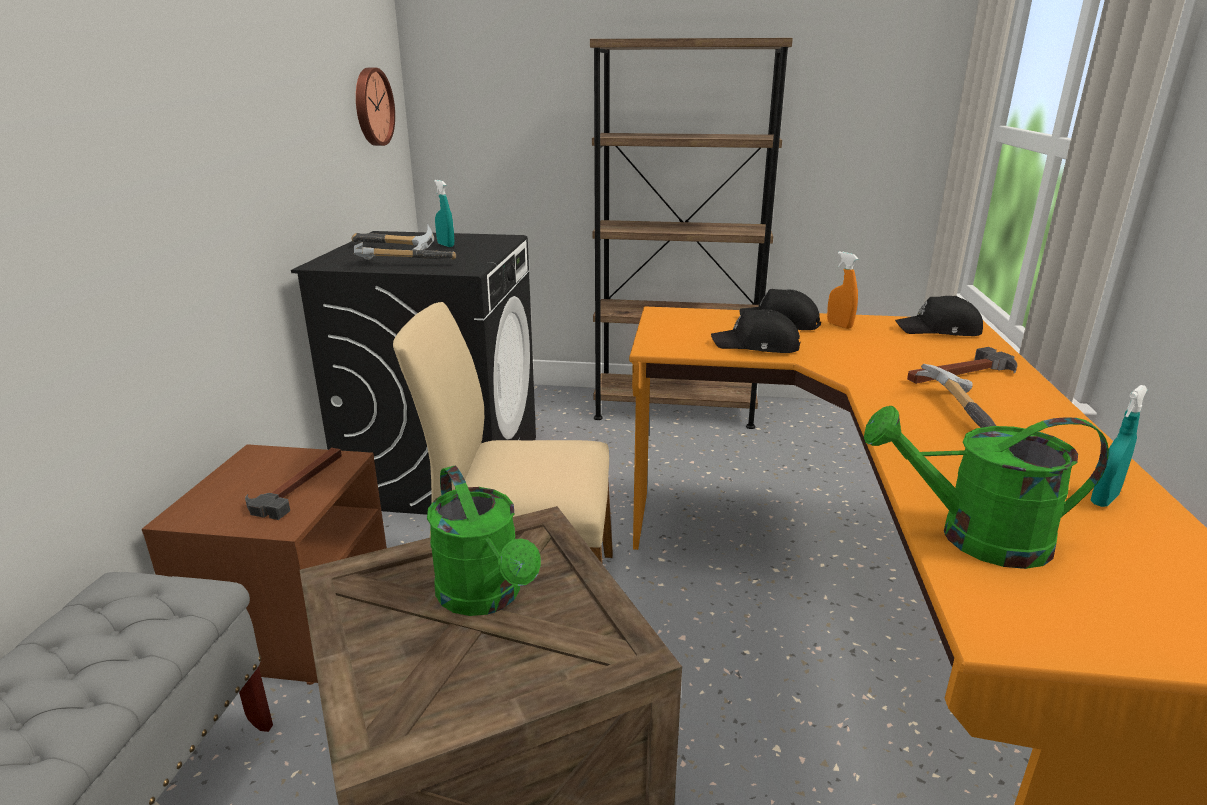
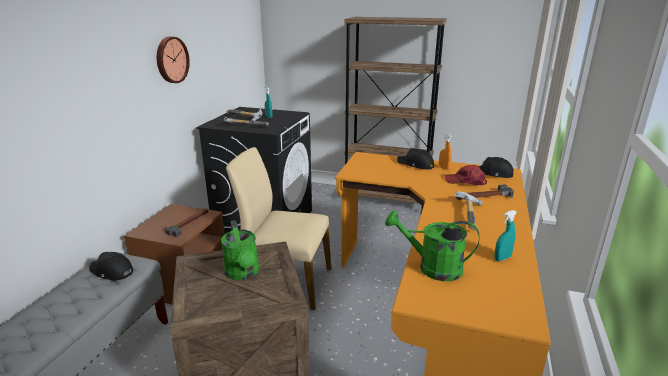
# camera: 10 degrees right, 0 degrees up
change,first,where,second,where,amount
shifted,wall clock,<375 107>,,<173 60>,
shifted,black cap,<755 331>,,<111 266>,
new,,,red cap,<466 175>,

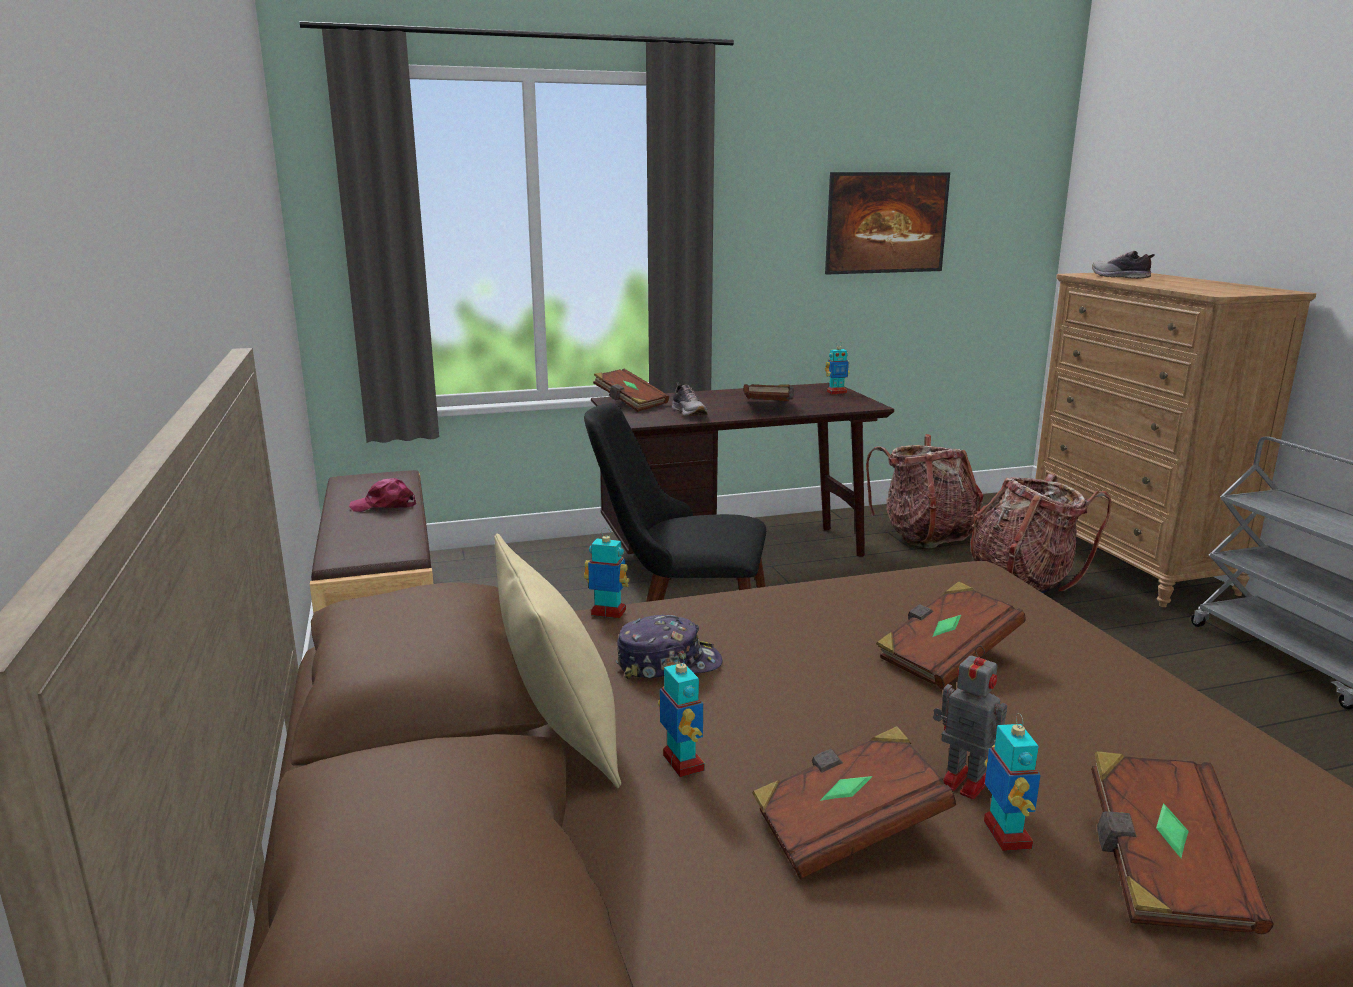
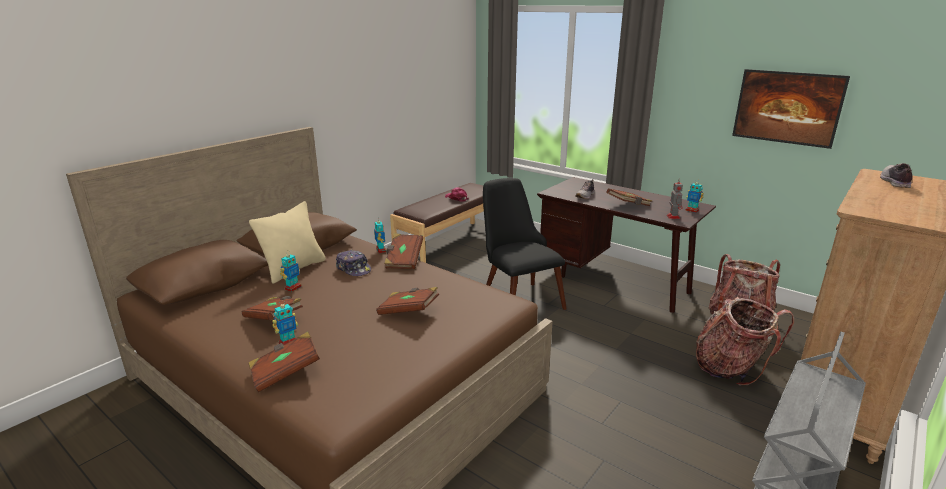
# camera: 55 degrees right, 5 degrees up
change,first,where,second,where,amount
shifted,brown book,<631 390>,,<403 251>,
shifted,toy robot,<970 722>,,<675 199>,

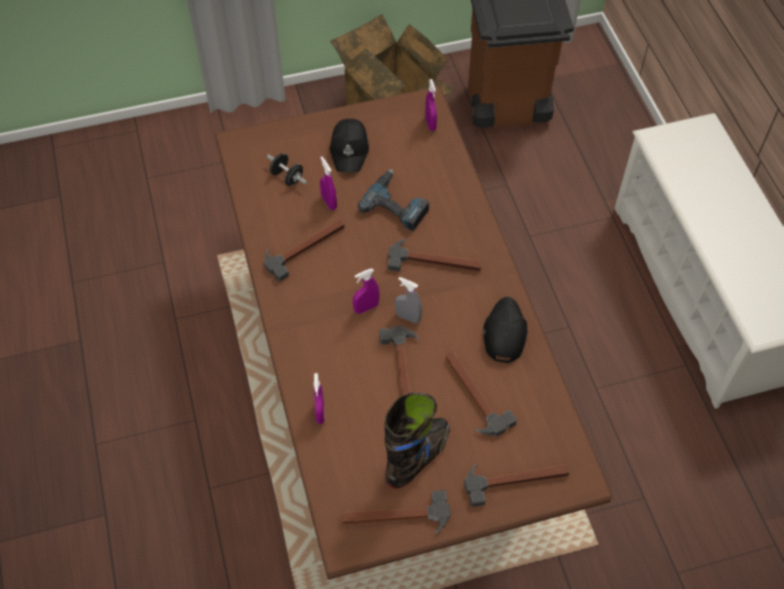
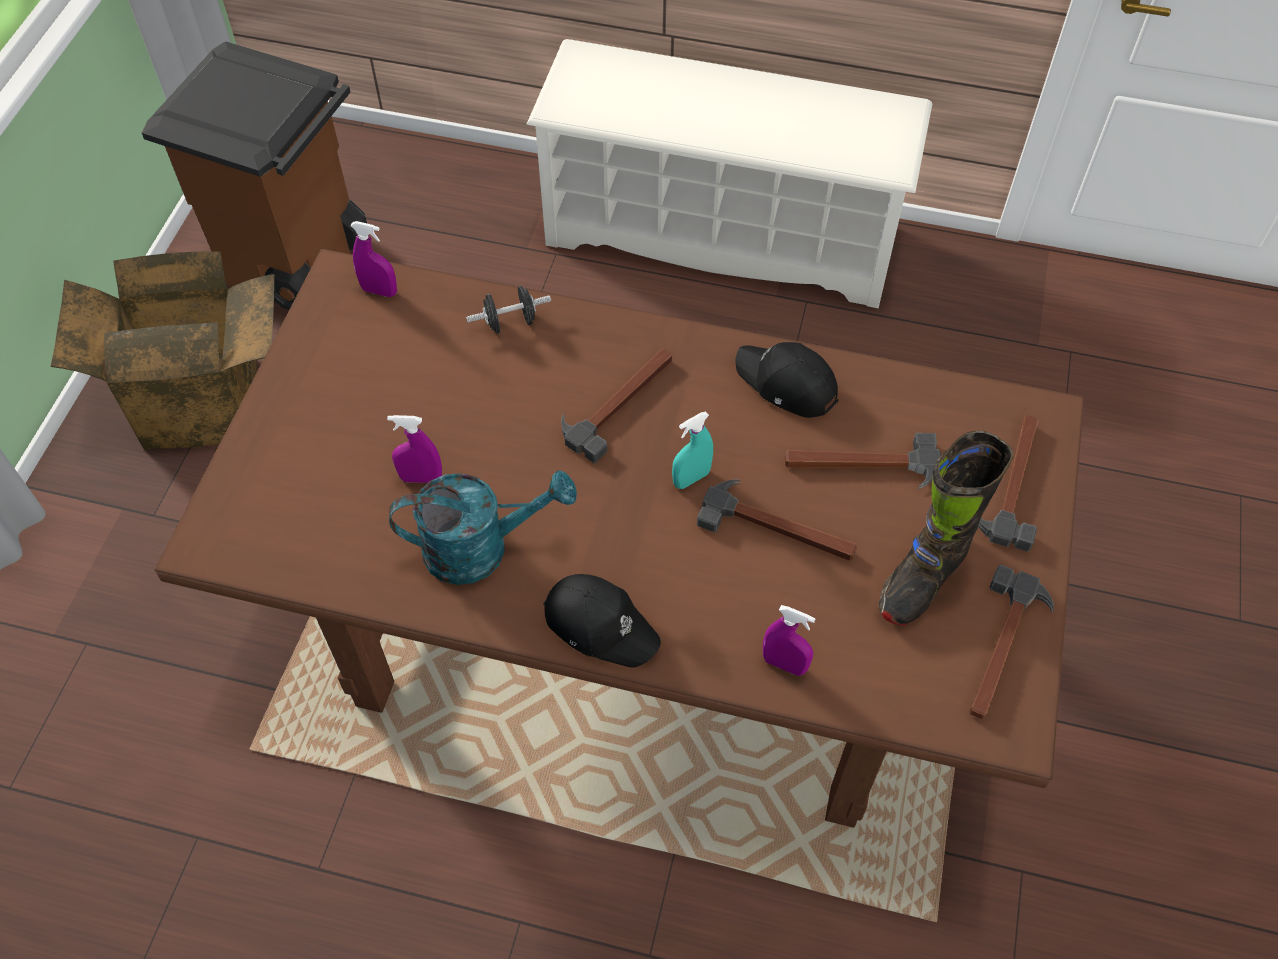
# camera: 60 degrees left, 0 degrees up
change,first,where,second,where,amount
shifted,black cap,<349 146>,,<602 621>,
shifted,black dumbbell,<287 169>,,<508 309>,
gone,power drill,<394 200>,,,
swapped,hammer,<304 250>,turquoise watering can,<483 527>,
gone,purple spray bottle,<366 291>,,,
repainted,grey spray bottle,<408 300>,turquoise spray bottle,<692 450>,
rotated,black boot,<417 440>,,<946 528>,120 degrees counterclockwise

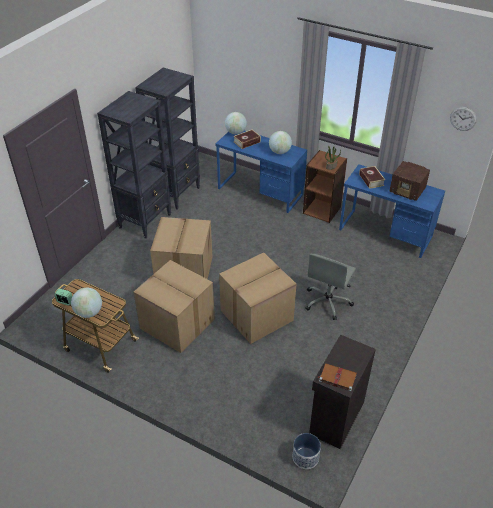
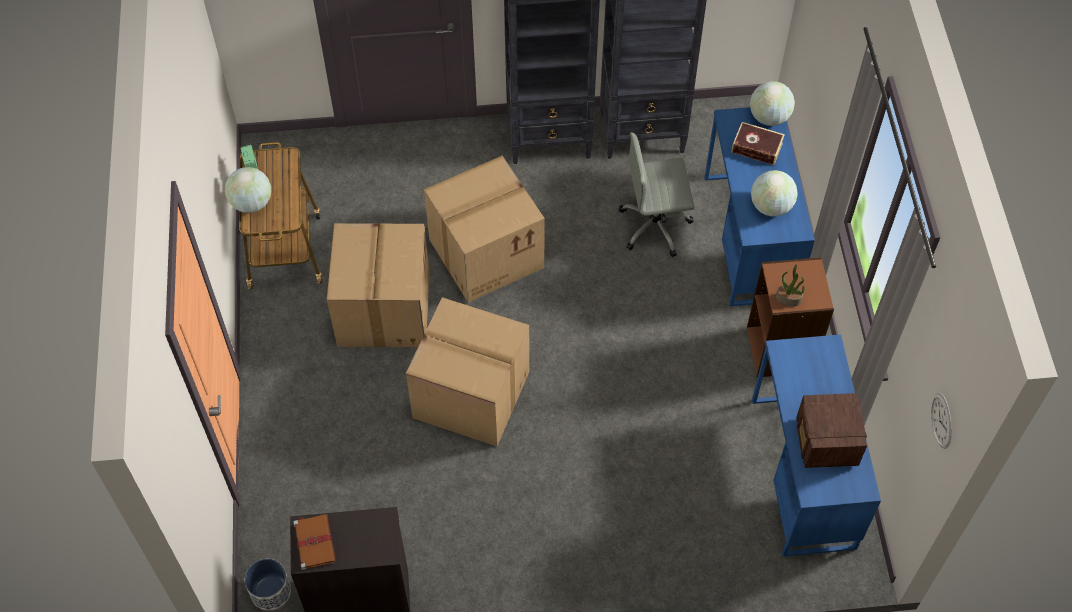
# camera: 55 degrees right, 15 degrees up
change,first,where,second,where,amount
gone,book,<372 177>,,,
shifted,grey office chair,<330 287>,,<656 194>,

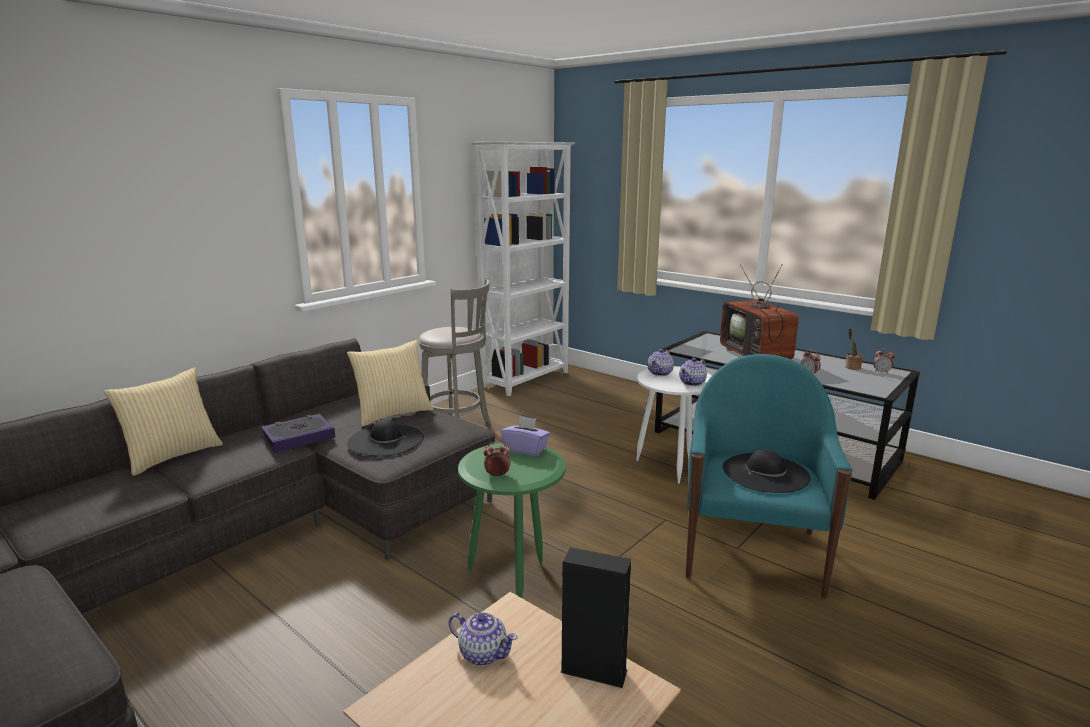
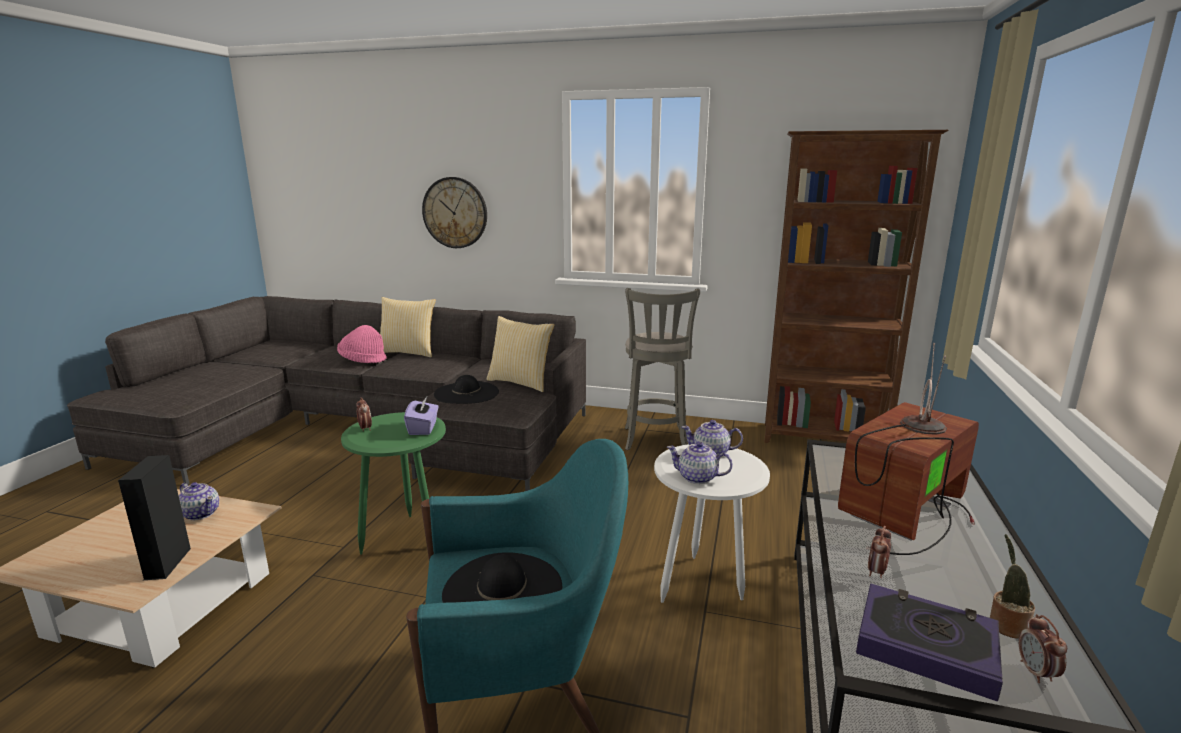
# camera: 65 degrees right, 0 degrees up
change,first,where,second,where,amount
repainted,white bookcase,<523 269>,brown bookcase,<856 286>,
shifted,book,<298 433>,,<929 642>,
rotated,teapot,<483 639>,,<199 501>,60 degrees counterclockwise
new,,,wall clock,<454 212>,
new,,,pink hat,<362 344>,

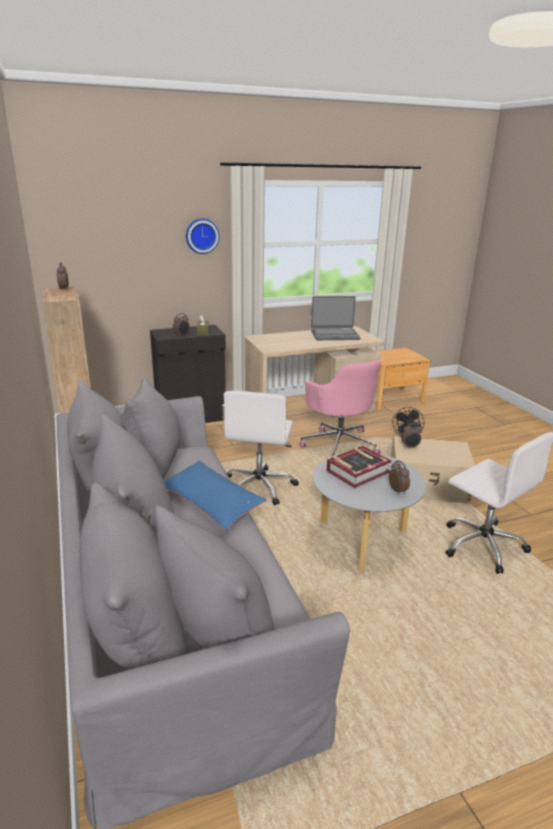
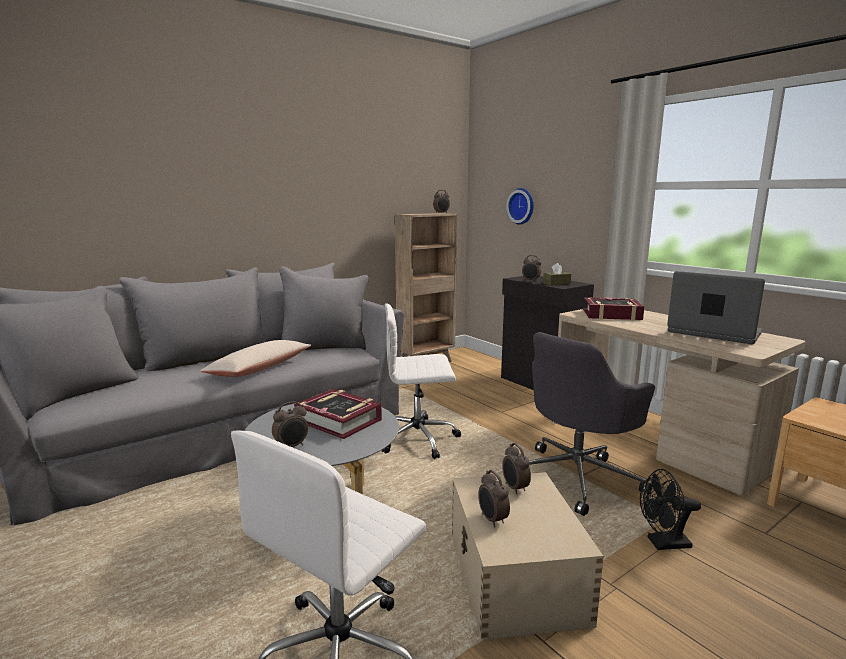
# camera: 75 degrees right, 10 degrees down
change,first,where,second,where,amount
shifted,wall clock,<202 236>,,<520 206>,
rotated,laptop,<335 318>,,<716 307>,150 degrees clockwise
repainted,pink office chair,<340 408>,grey office chair,<592 424>,
repainted,blue pillow,<215 495>,beige pillow,<255 358>,
new,,,book,<613 309>,
new,,,alarm clock,<494 498>,

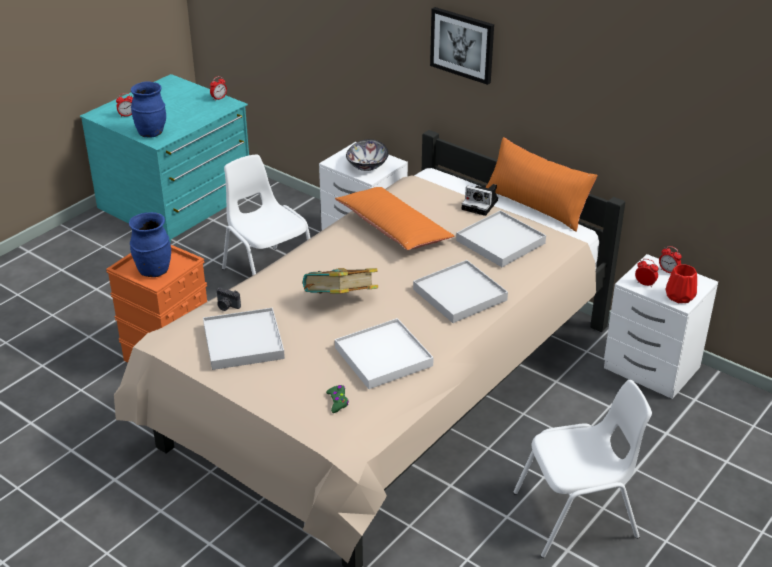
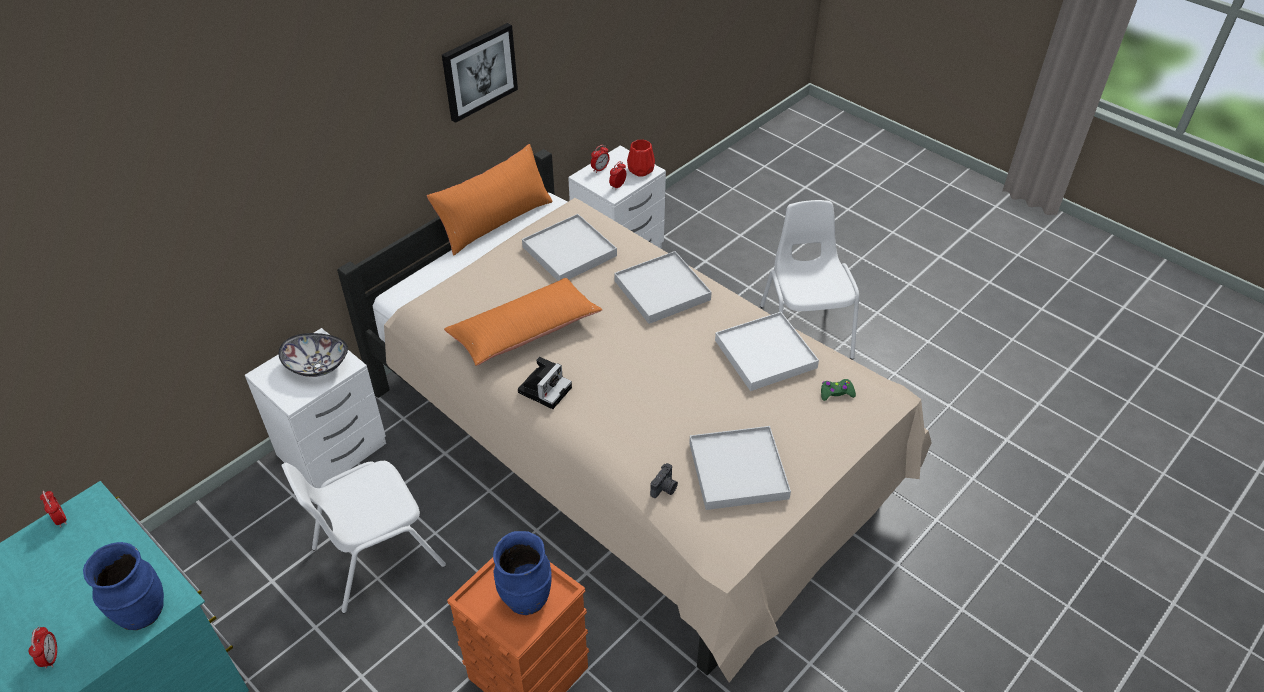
# camera: 85 degrees left, 10 degrees up
change,first,where,second,where,amount
shifted,picture,<462 46>,,<480 73>,
shifted,photo camera,<480 200>,,<545 383>,
gone,book,<340 281>,,,

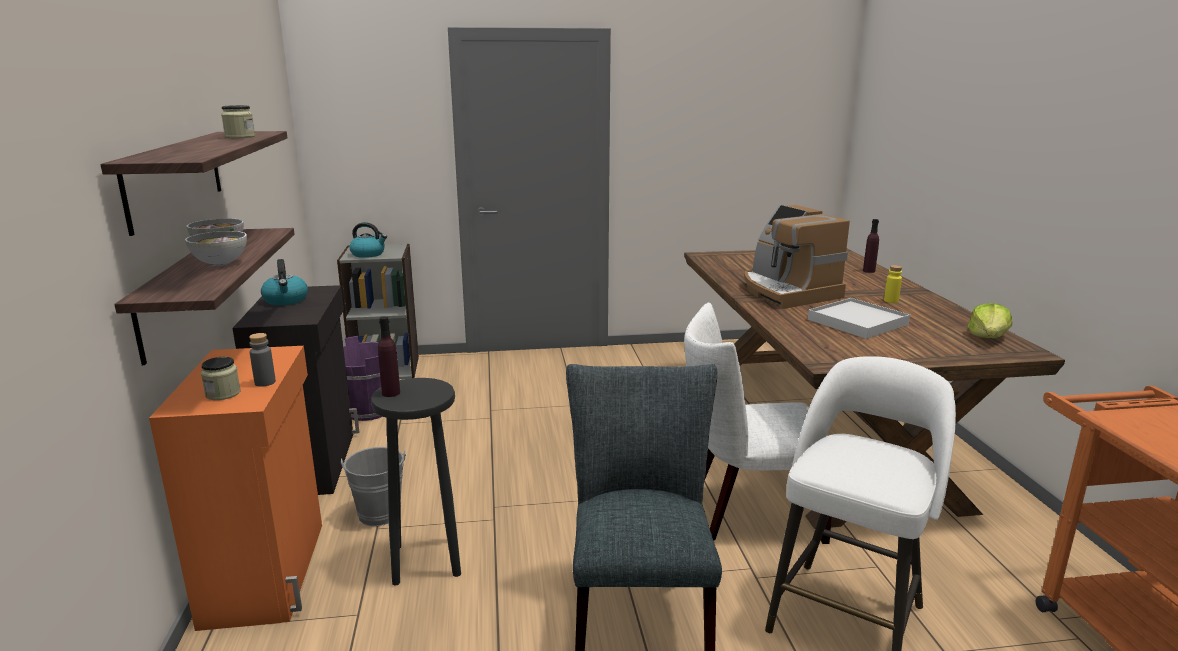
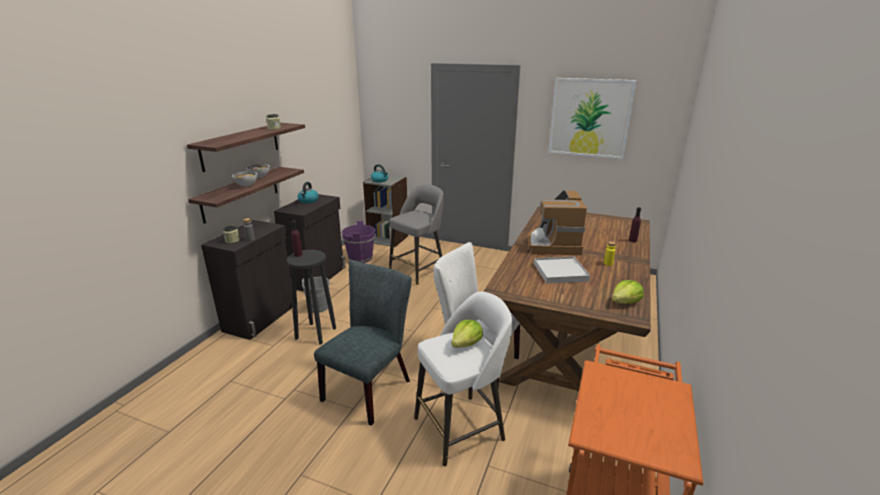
# camera: 30 degrees right, 5 degrees up
change,first,where,second,where,amount
repainted,orange cabinet,<235 488>,black cabinet,<247 280>,
new,,,picture,<592 118>,
new,,,grey stool,<416 234>,
new,,,lettuce,<467 334>,

